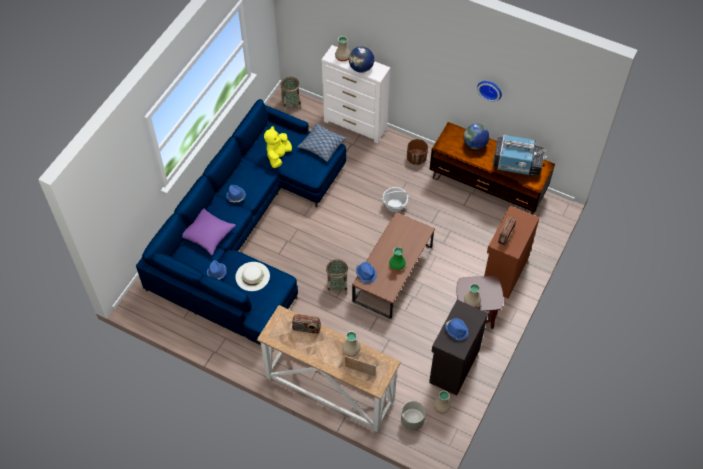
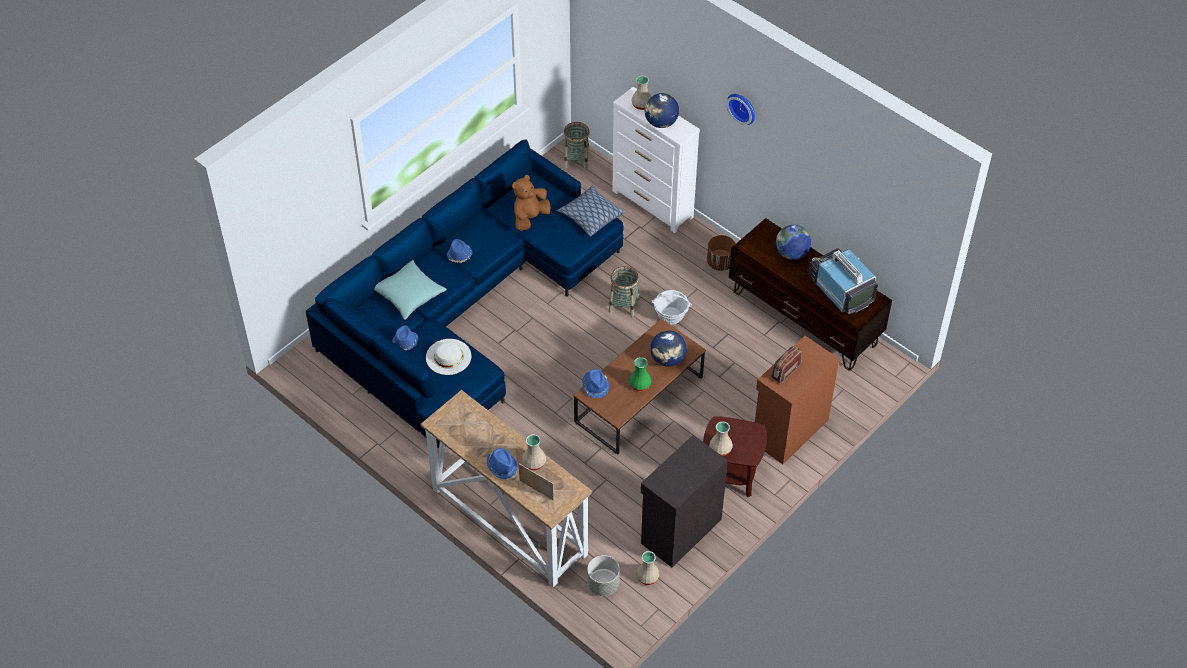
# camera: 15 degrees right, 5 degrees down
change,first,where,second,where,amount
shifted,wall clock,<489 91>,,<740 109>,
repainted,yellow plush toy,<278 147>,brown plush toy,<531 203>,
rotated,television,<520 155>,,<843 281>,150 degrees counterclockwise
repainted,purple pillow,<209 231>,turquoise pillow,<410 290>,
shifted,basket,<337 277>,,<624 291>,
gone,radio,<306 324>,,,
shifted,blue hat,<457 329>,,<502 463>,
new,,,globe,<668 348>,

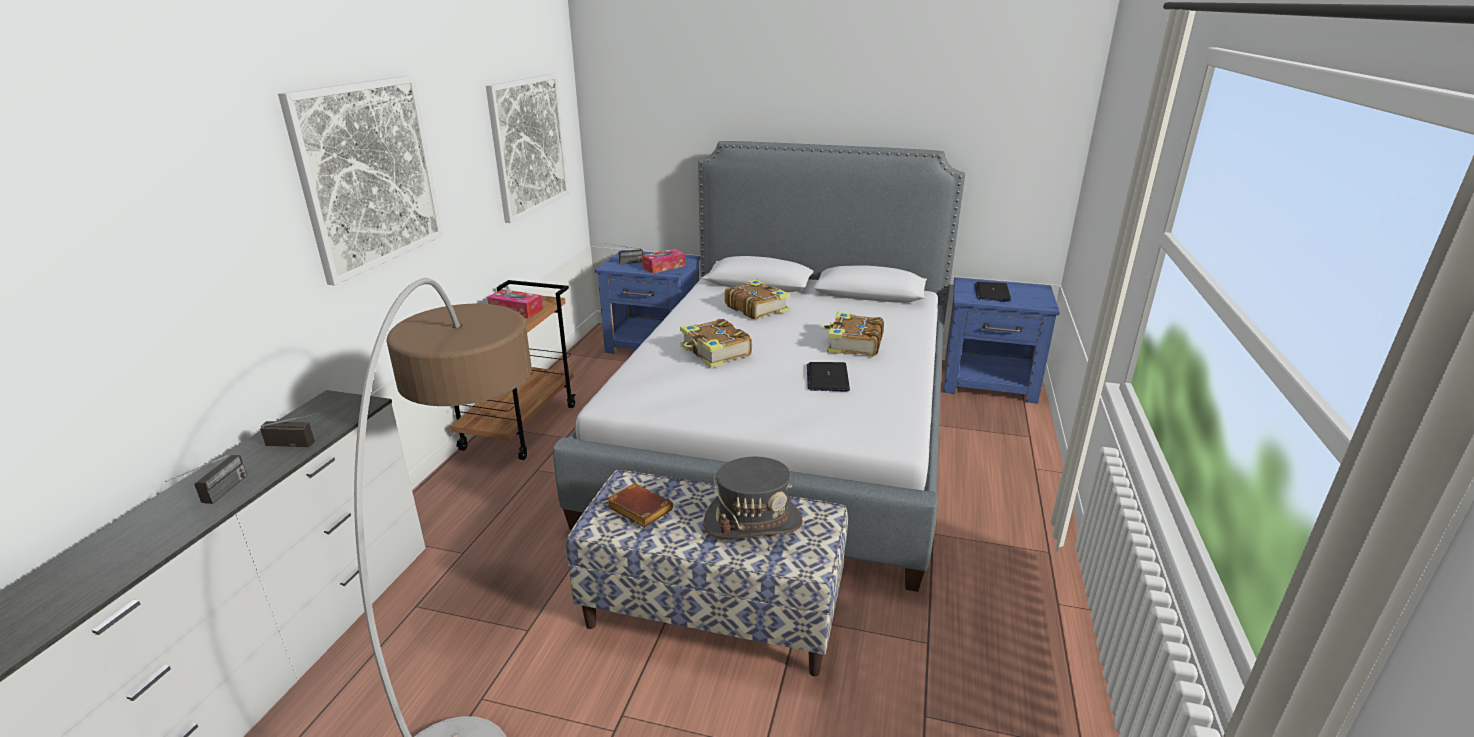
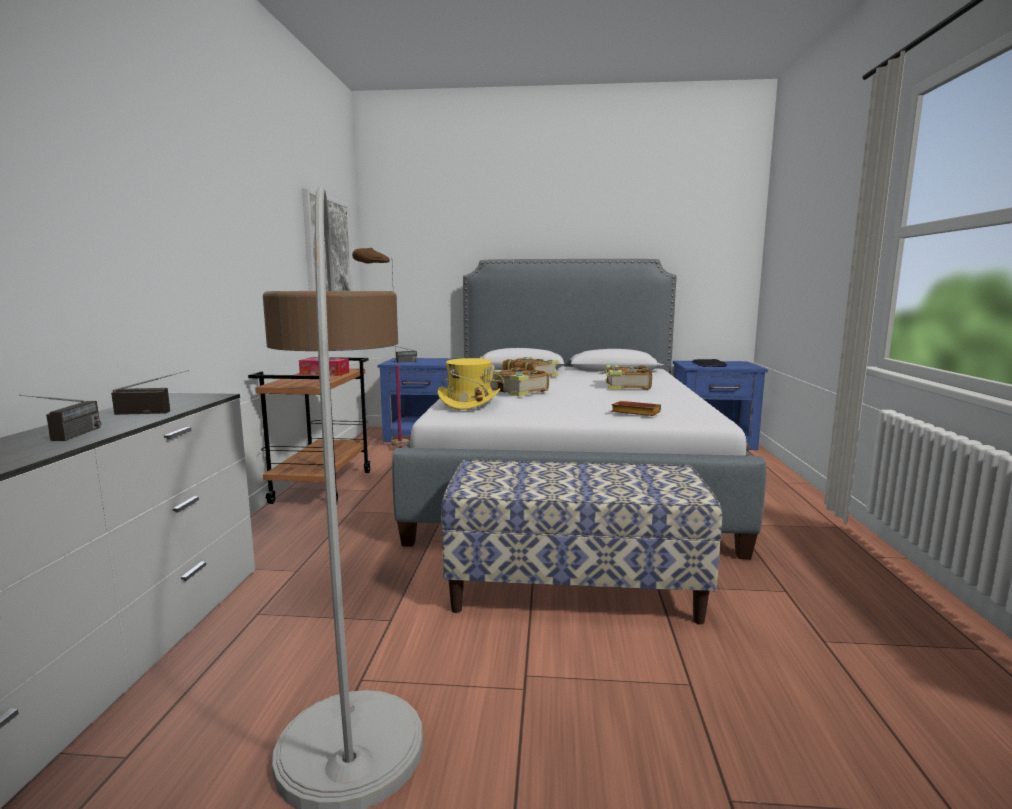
# camera: 10 degrees left, 15 degrees down
change,first,where,second,where,amount
gone,picture,<360 180>,,,
gone,tissue box,<664 261>,,,
gone,laptop,<828 377>,,,
gone,grey hat,<753 498>,,,
shifted,brown book,<639 505>,,<636 408>,
new,,,brown floor lamp,<380 348>,
new,,,yellow hat,<469 384>,

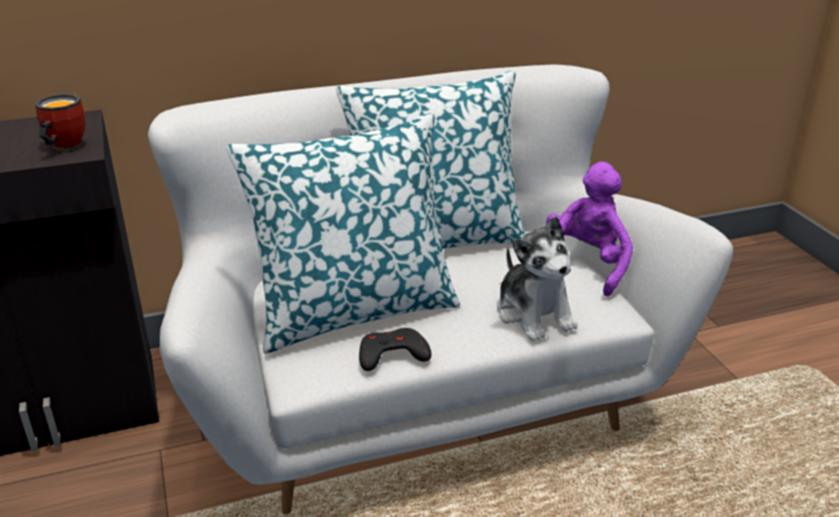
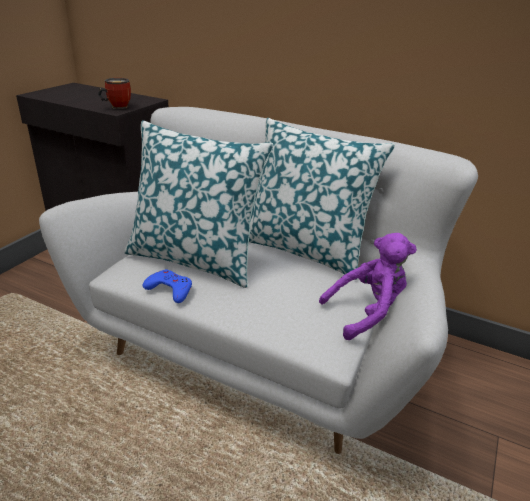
# camera: 45 degrees right, 0 degrees up
change,first,where,second,where,amount
gone,plush toy,<537 278>,,,
repainted,black game controller,<395 349>,blue game controller,<167 286>,

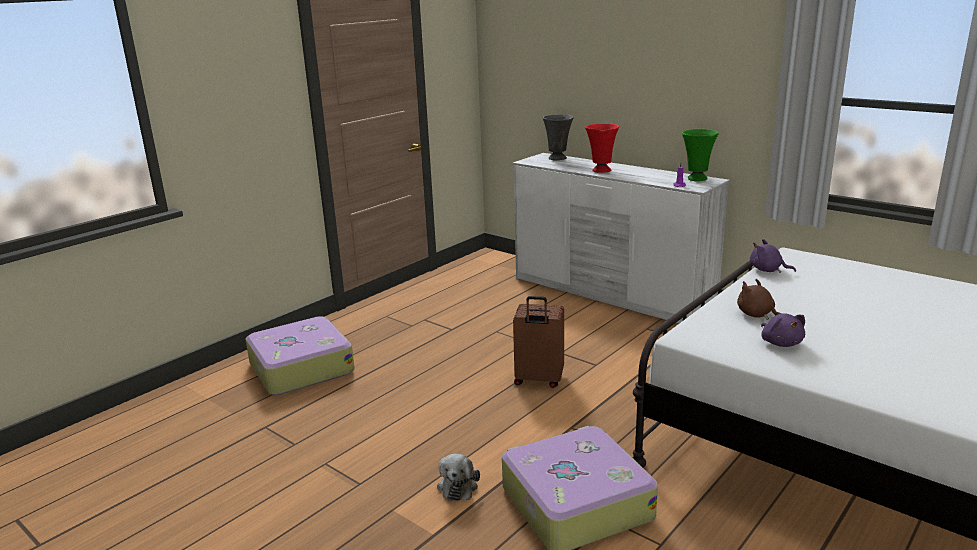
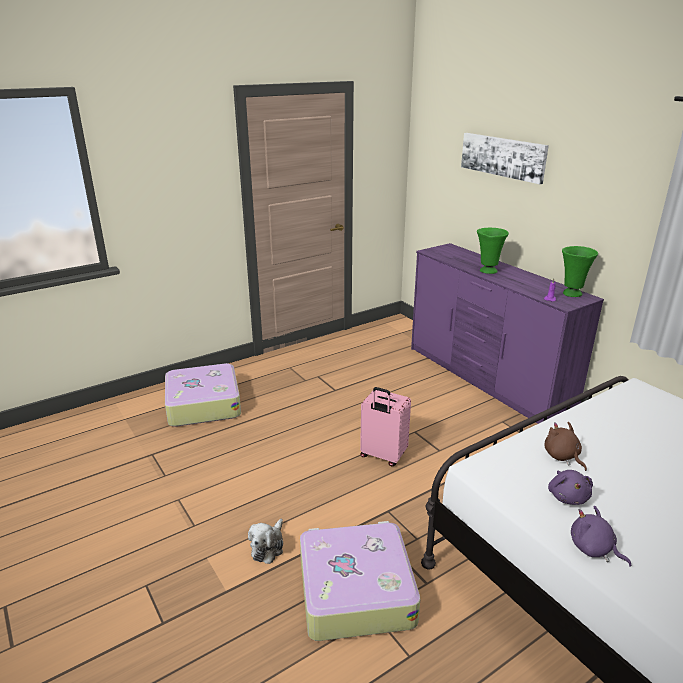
# camera: 15 degrees right, 5 degrees up
change,first,where,second,where,amount
gone,grey vase,<558 137>,,,
repainted,red vase,<602 148>,green vase,<493 251>,
repainted,white dresser,<621 238>,purple dresser,<507 333>,
shifted,purple plush toy,<773 256>,,<601 536>,
repainted,brown suitcase,<538 342>,pink suitcase,<385 426>,
new,,,picture,<505 158>,

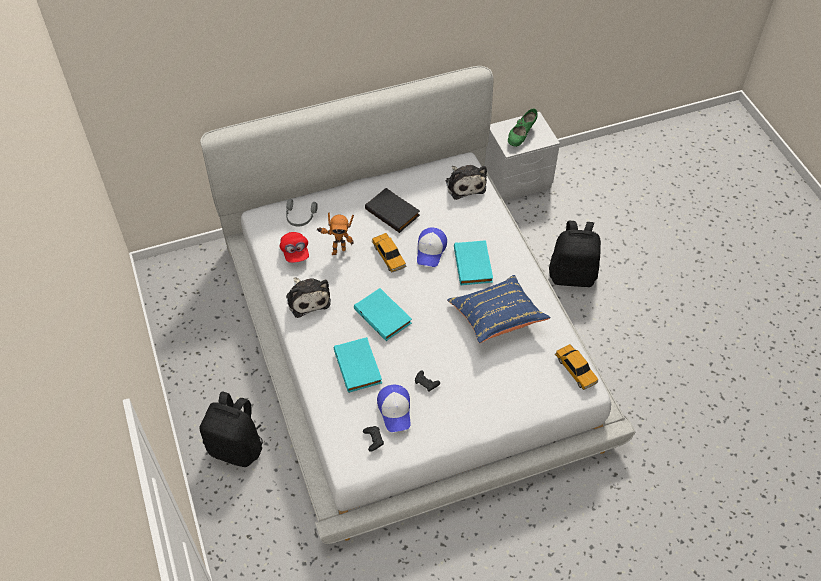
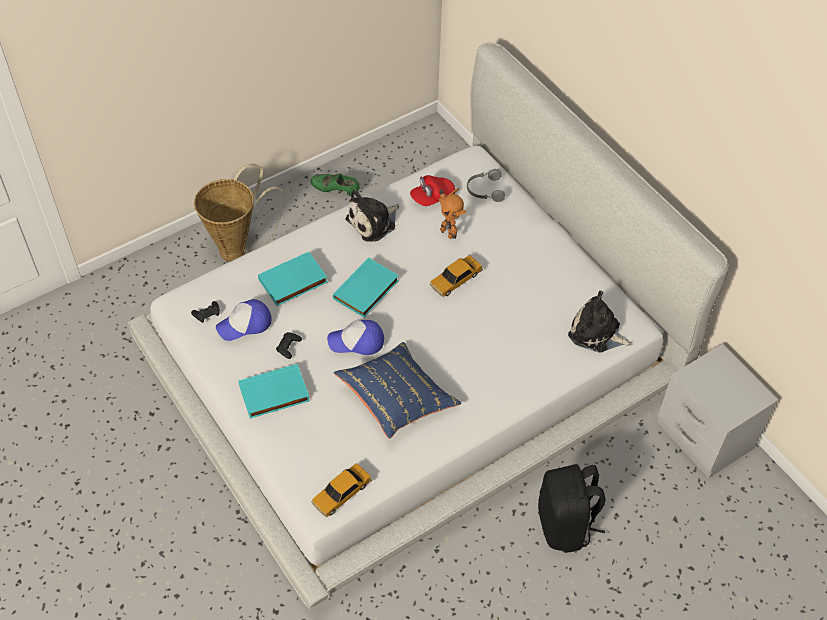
# camera: 75 degrees right, 0 degrees up
change,first,where,second,where,amount
shifted,green shoe,<522 127>,,<335 185>,
rotated,plush toy,<466 182>,,<600 322>,60 degrees clockwise
gone,black book,<392 210>,,,
shifted,cap,<432 247>,,<355 337>,
shifted,turquoise book,<473 262>,,<274 391>,
swapped,black backpack,<230 429>,basket,<239 213>,

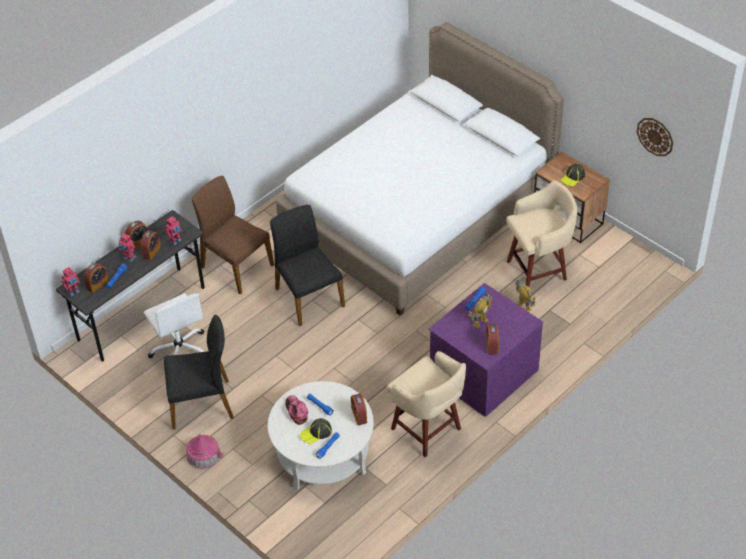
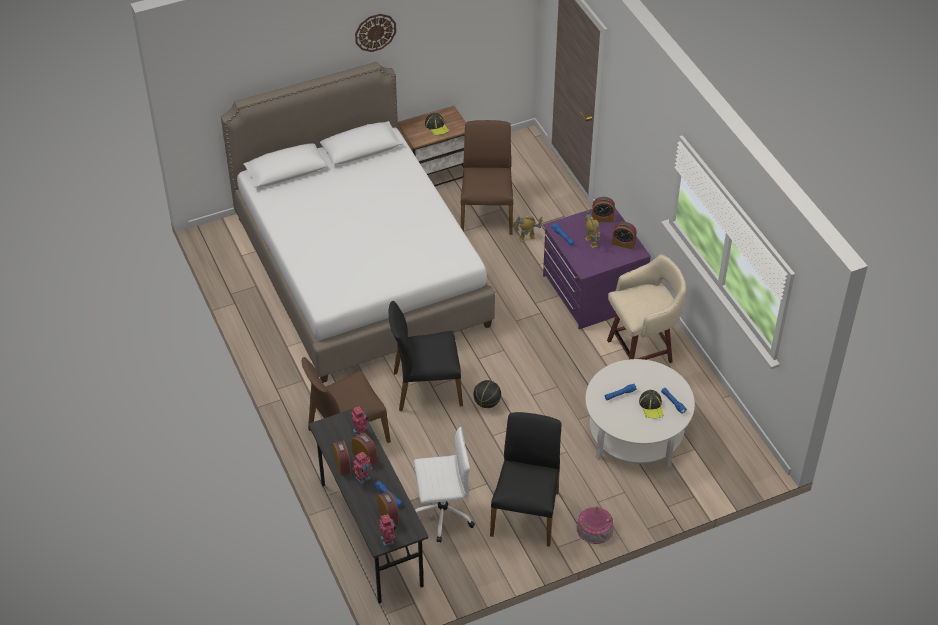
# camera: 70 degrees left, 0 degrees up
change,first,where,second,where,amount
shifted,wall clock,<655 137>,,<375 33>,
swapped,beige stool,<542 233>,brown chair,<487 177>,
shifted,alarm clock,<359 409>,,<603 210>,
gone,cap,<296 410>,,,
new,,,basketball,<487 394>,

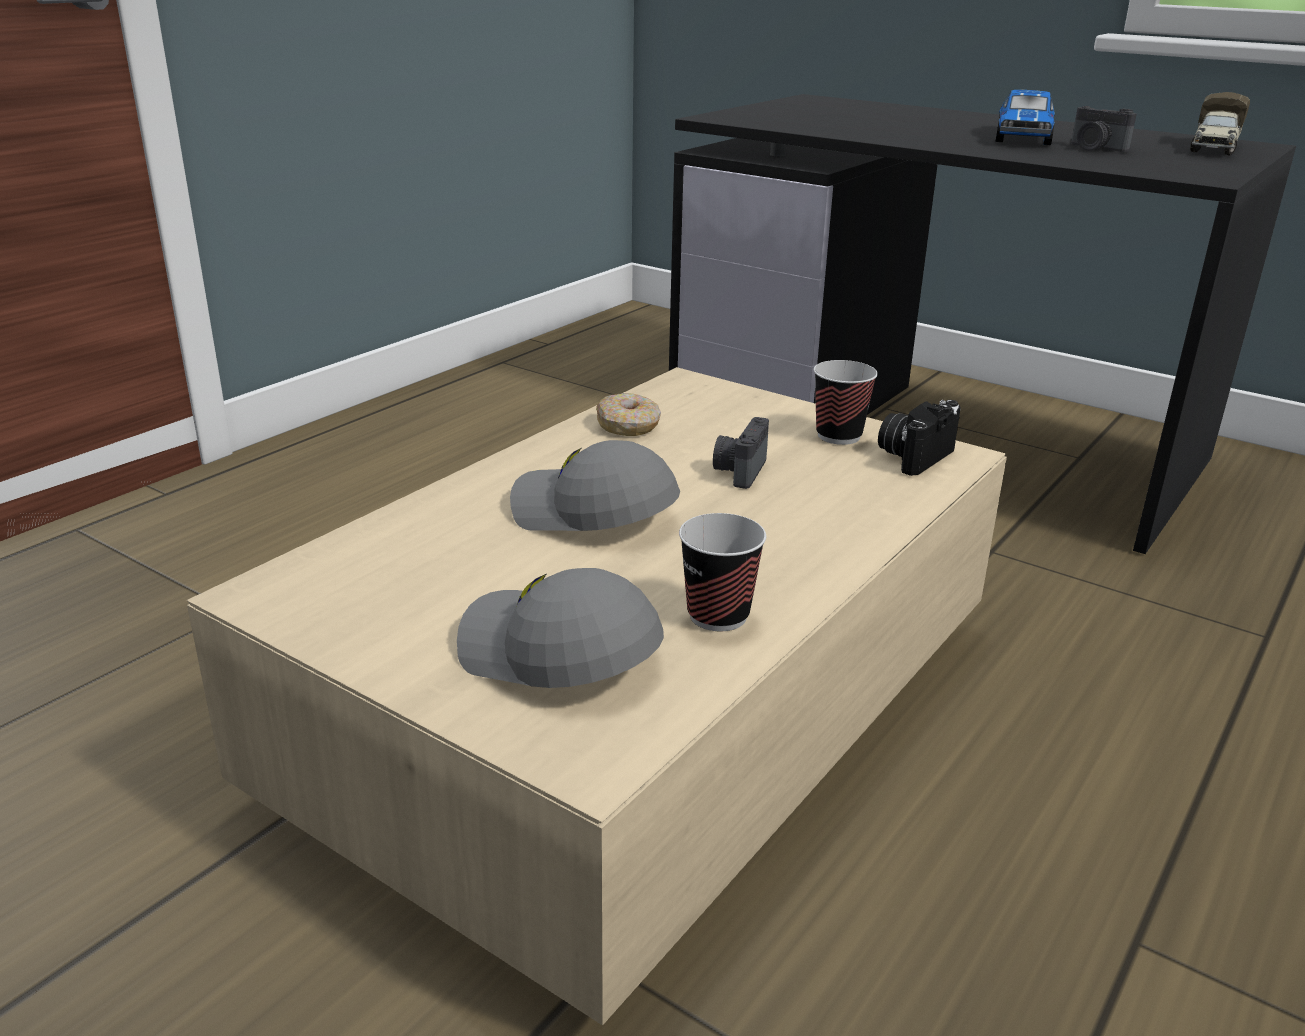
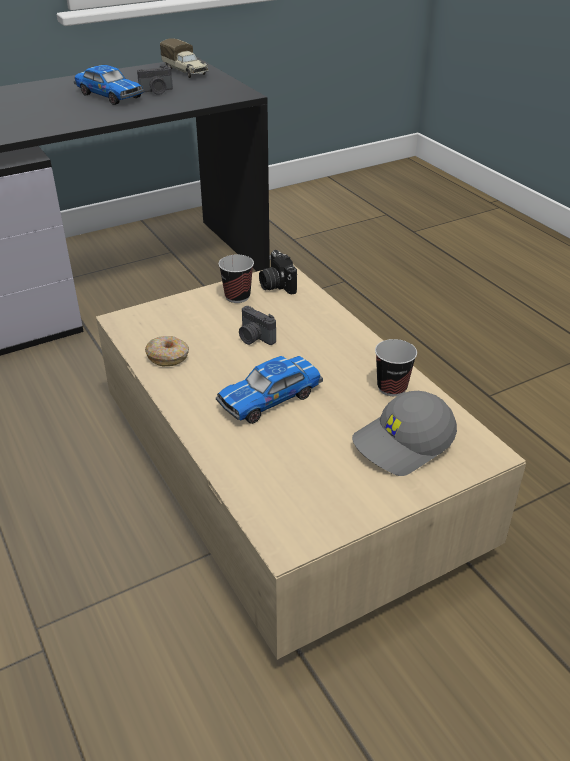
# camera: 65 degrees left, 10 degrees up
change,first,where,second,where,amount
swapped,grey cap,<595 485>,toy car,<269 390>,

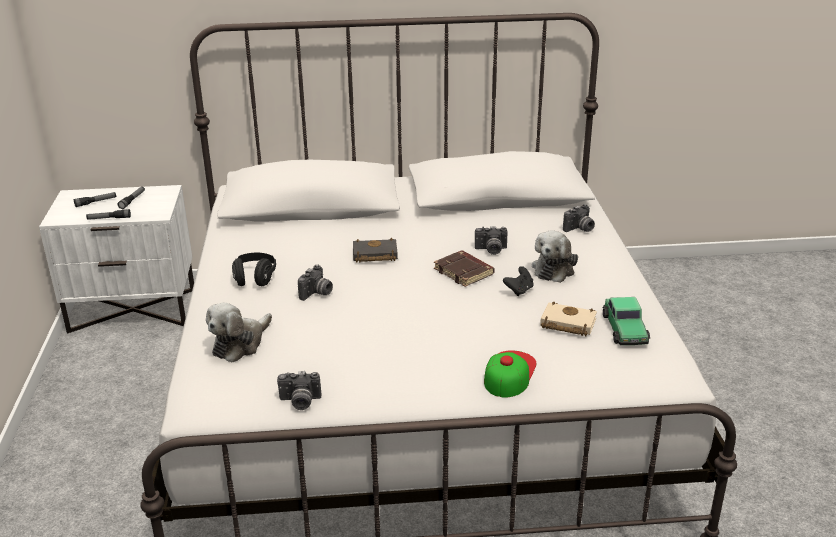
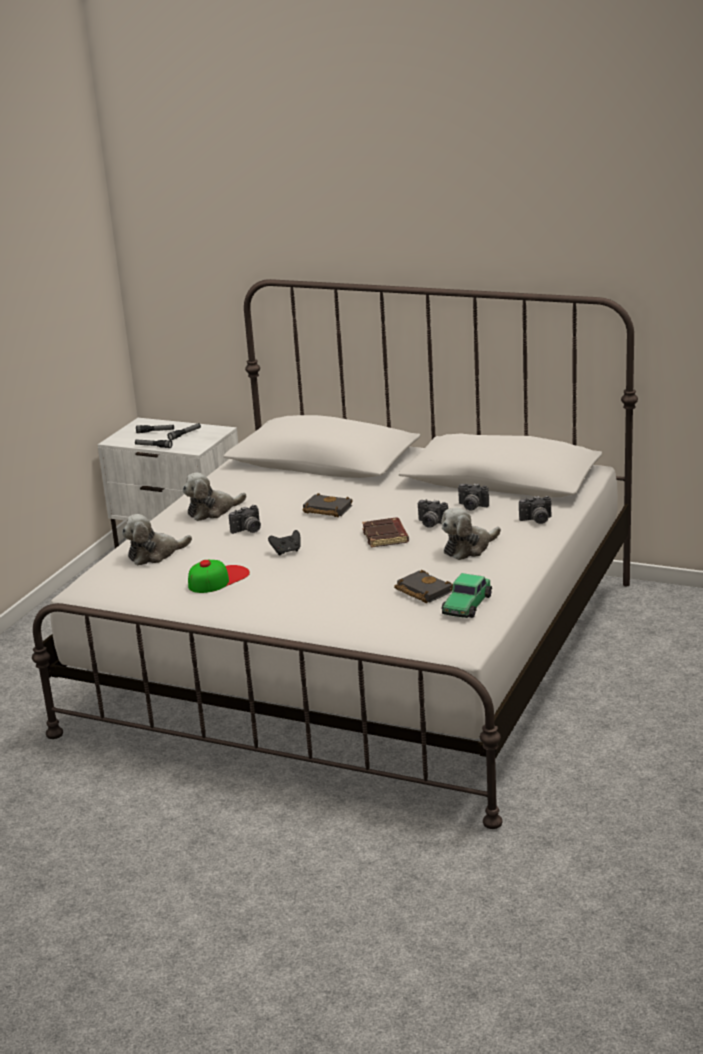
# camera: 30 degrees right, 5 degrees down
change,first,where,second,where,amount
swapped,black headphones,<254 269>,plush toy,<214 497>,
shifted,black game controller,<518 281>,,<284 543>,
repainted,beige book,<568 319>,black book,<423 586>,
shifted,cap,<510 373>,,<219 576>,
shifted,photo camera,<299 390>,,<473 497>,

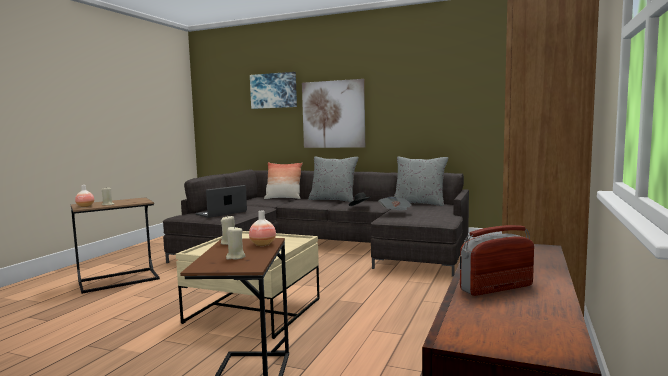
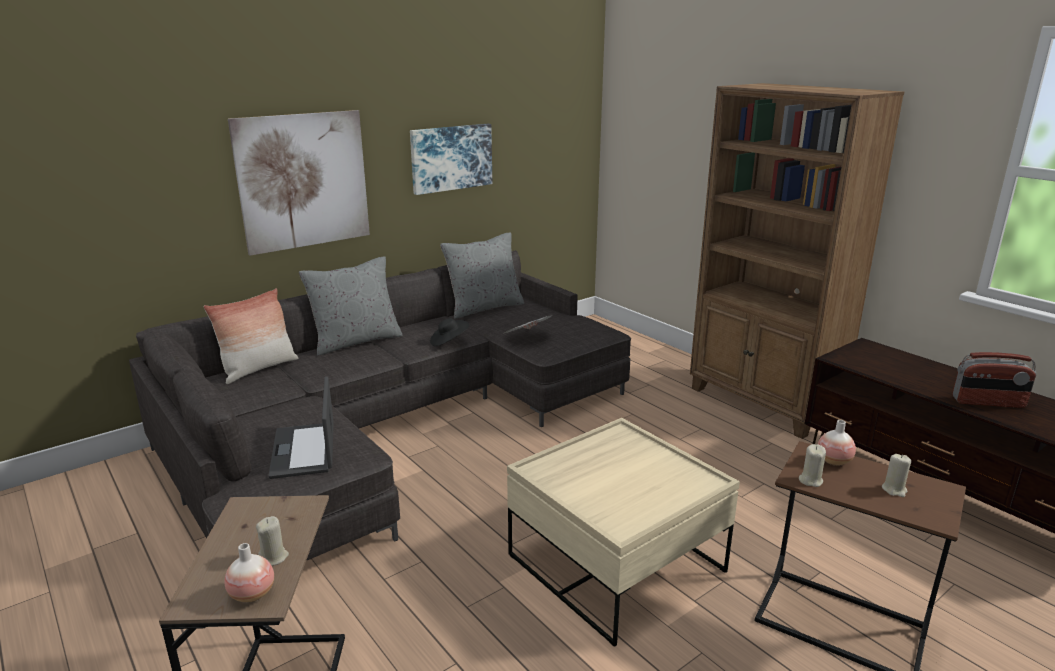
# camera: 60 degrees left, 15 degrees up
change,first,where,second,where,amount
shifted,picture,<273 90>,,<451 159>,
rotated,radio,<497 260>,,<994 380>,90 degrees counterclockwise

